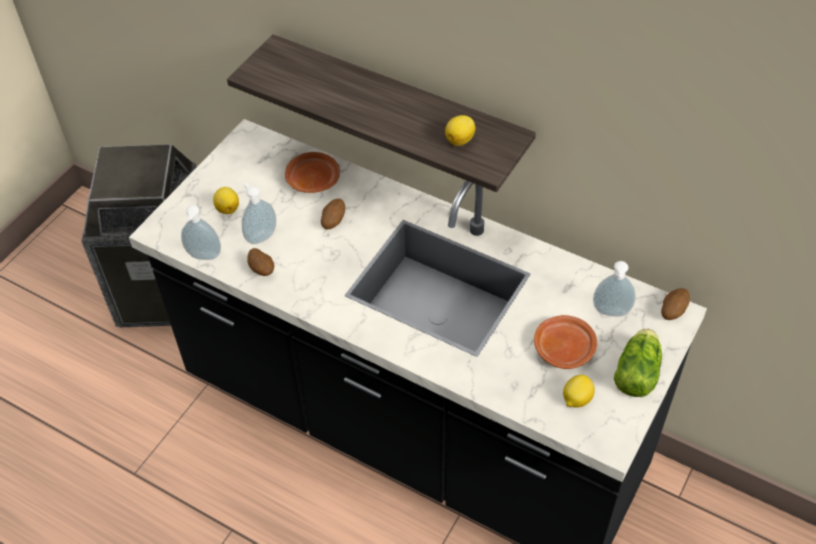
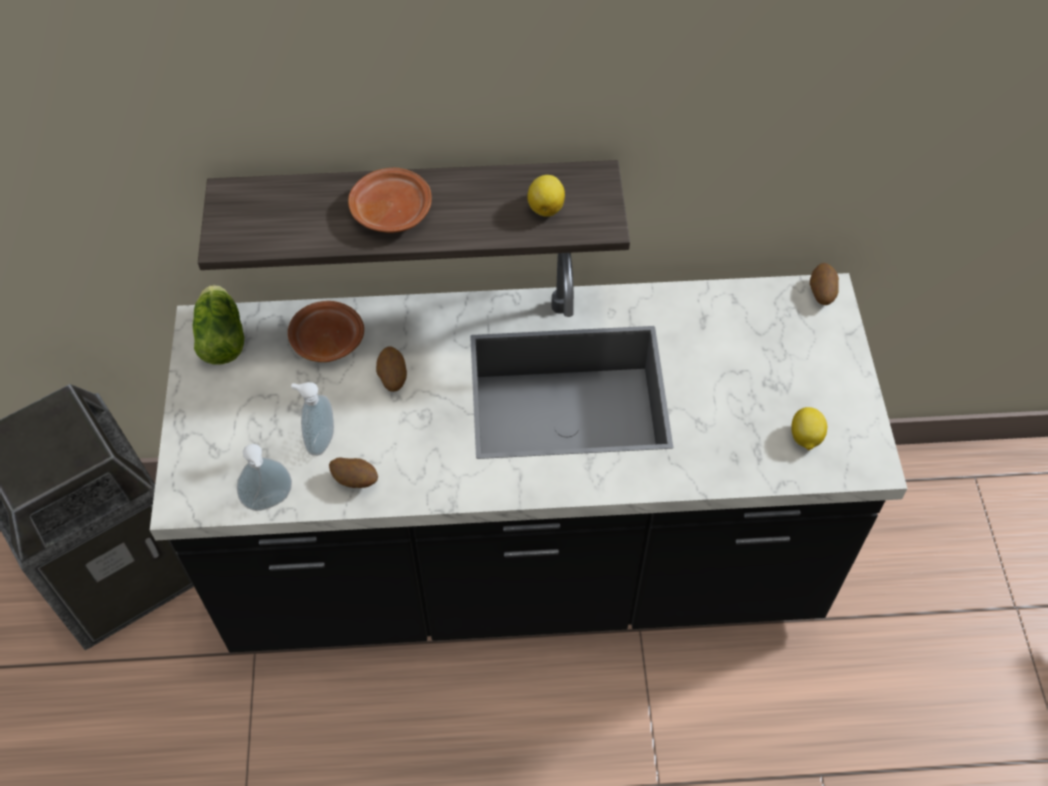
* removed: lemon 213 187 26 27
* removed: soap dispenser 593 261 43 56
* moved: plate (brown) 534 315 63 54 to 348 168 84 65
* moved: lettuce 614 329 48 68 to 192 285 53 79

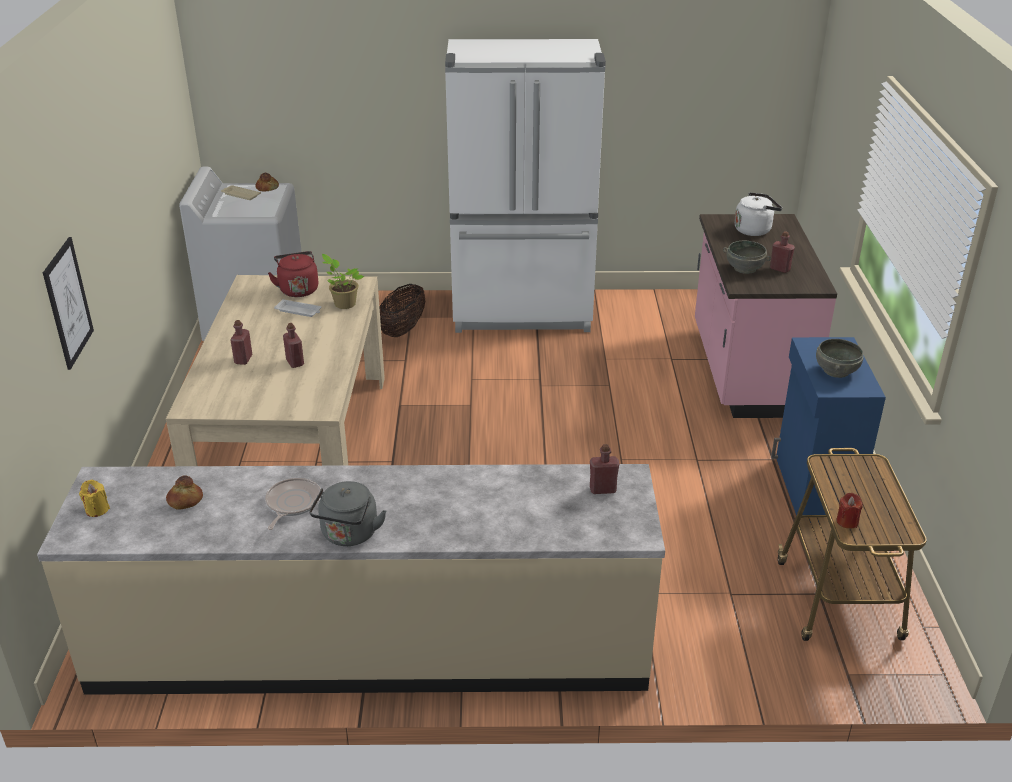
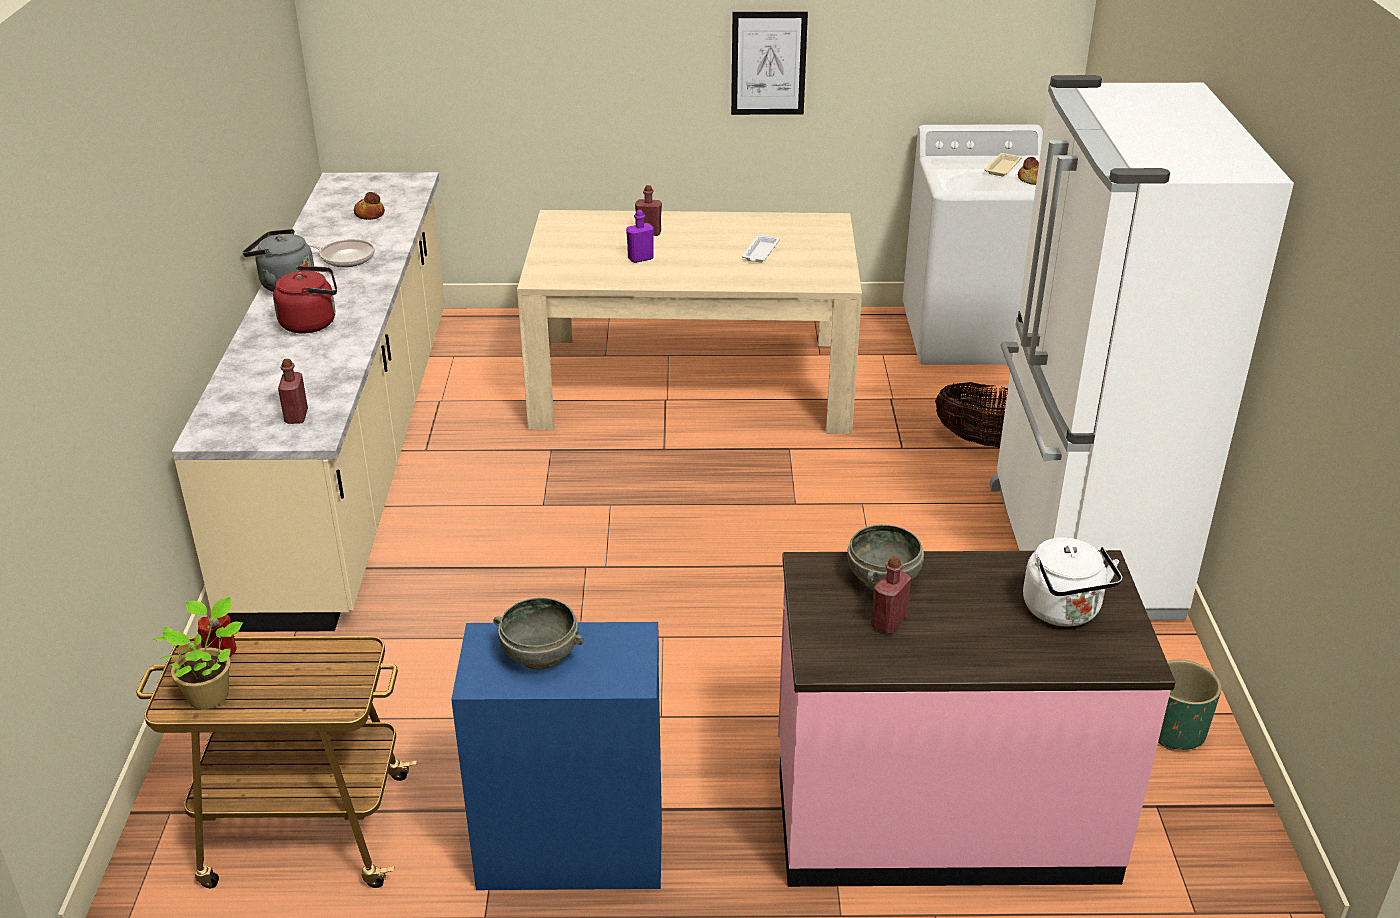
* removed: candle (yellow) 79 480 31 37
* added: planter (green) 1158 660 64 90
* moved: picture 43 237 51 133 to 731 12 77 103
* moved: kettle (red) 268 251 51 46 to 273 266 64 68
* moved: potted plant 322 254 42 55 to 153 597 90 112
* recoloured: bottle (red) 283 323 21 45 to bottle (purple) 626 210 28 53

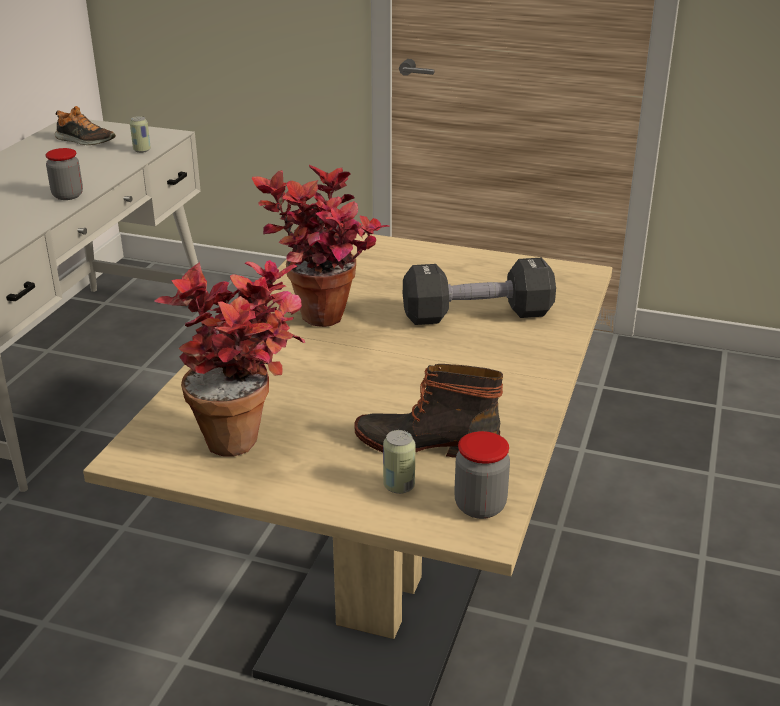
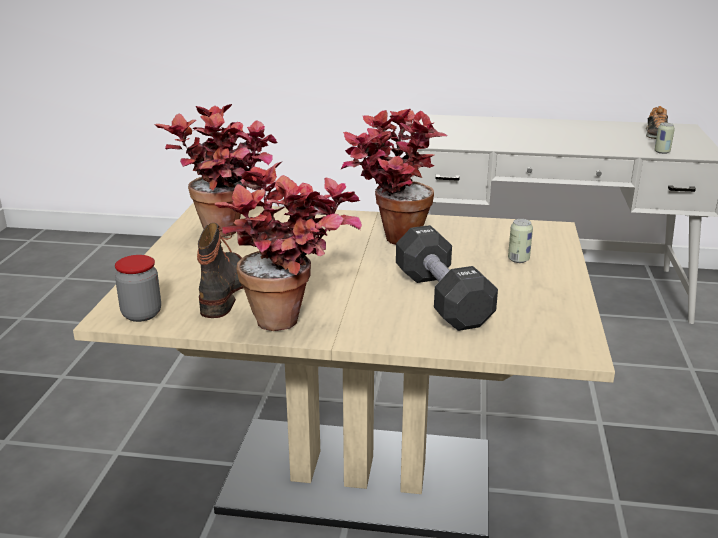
* removed: jar 46 148 37 52
* added: potted plant 214 162 148 169
* moved: can 383 430 33 64 to 508 219 25 44

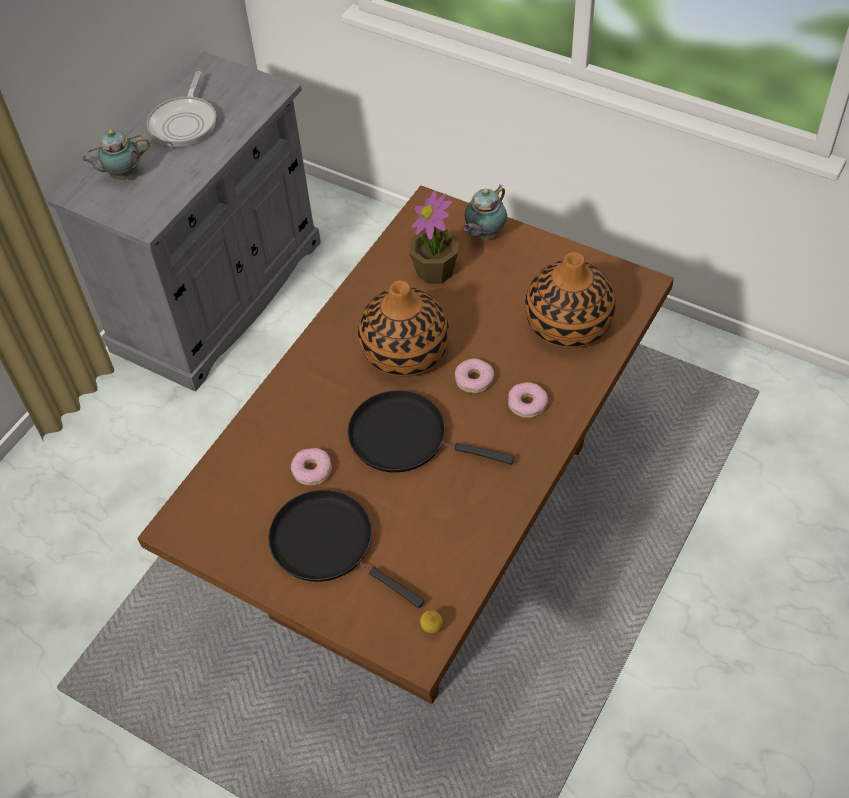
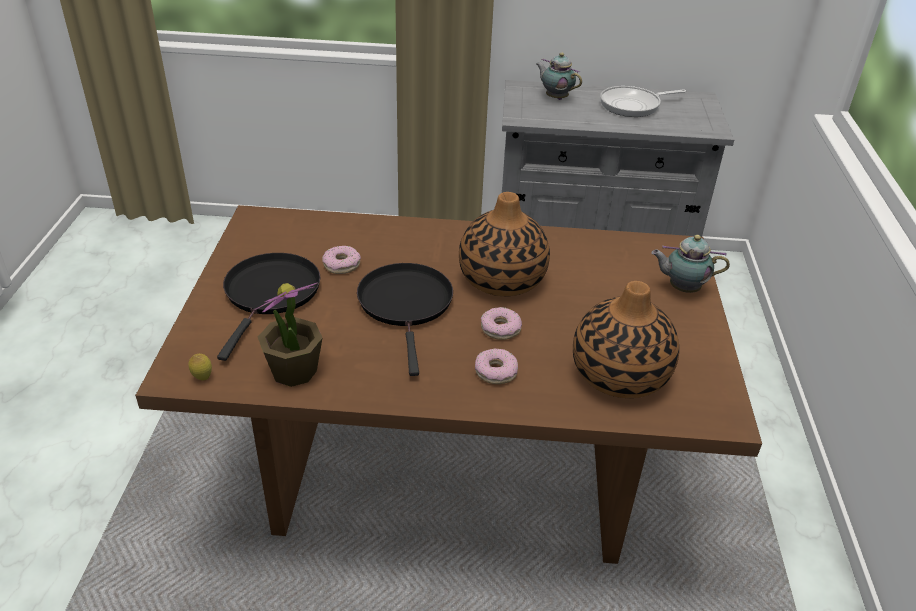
* moved: potted plant 409 191 49 93 to 254 282 68 105

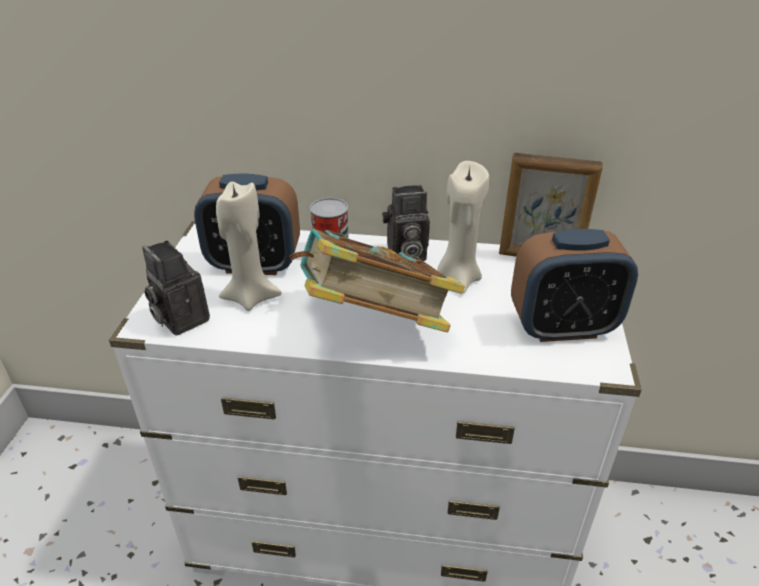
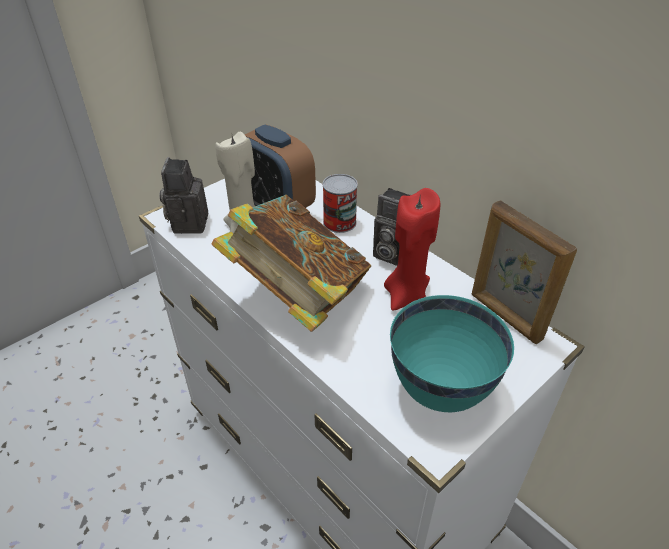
* replaced: alarm clock 511 229 127 113 to bowl (turquoise) 390 295 124 117
* recoloured: candle (beige) 437 161 52 132 to candle (red) 384 188 56 123

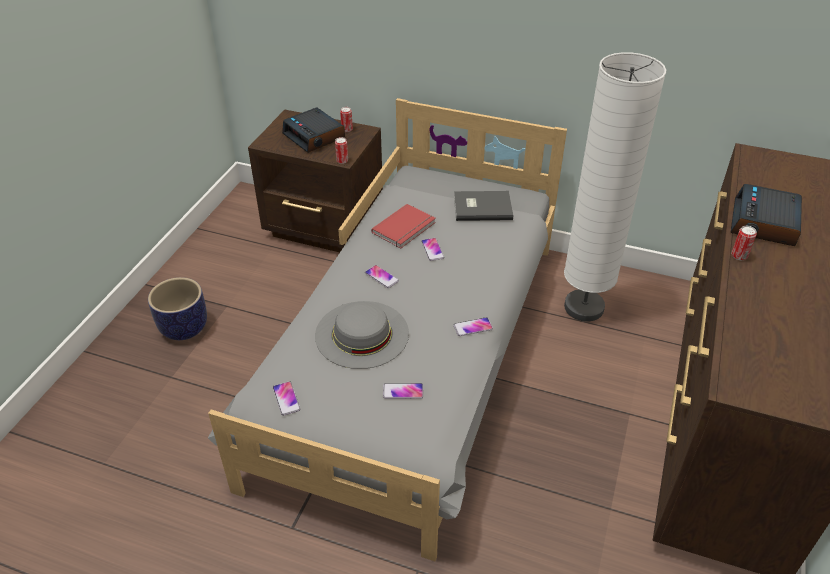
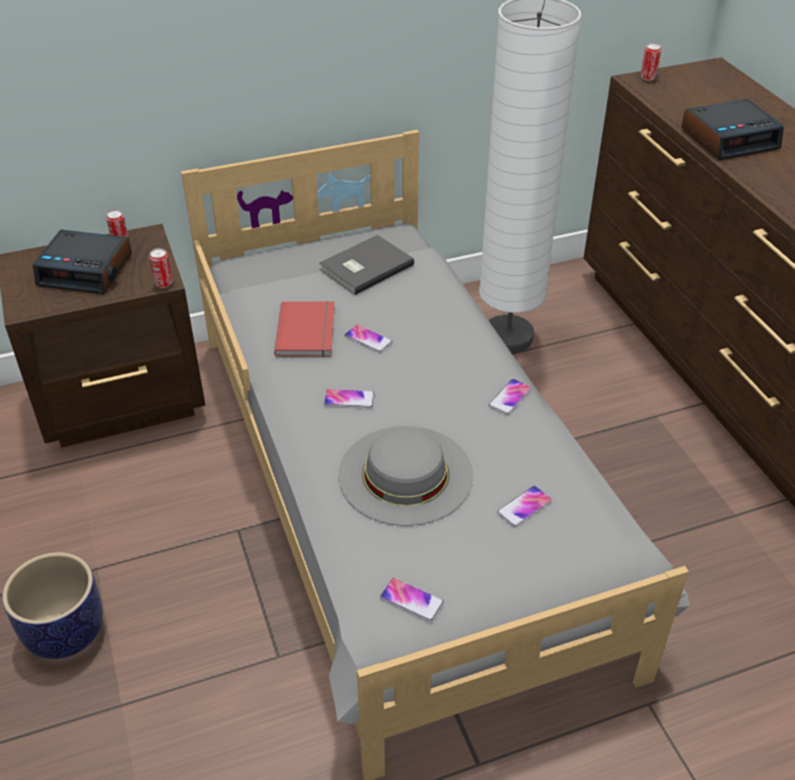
* moved: can 731 226 26 34 to 640 43 22 38
* turned: alarm clock 730 184 72 62 = 681 99 103 62 90 degrees counterclockwise

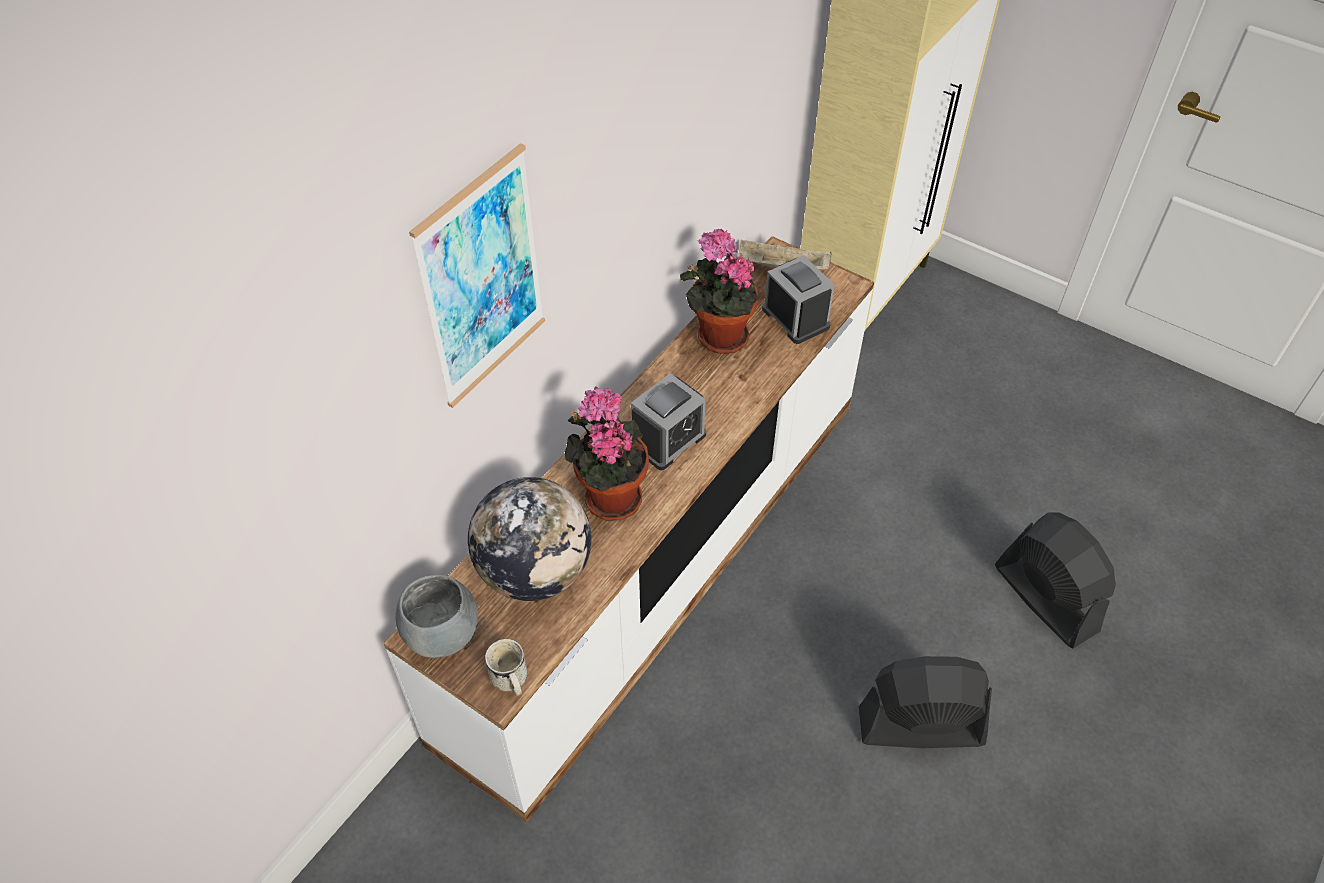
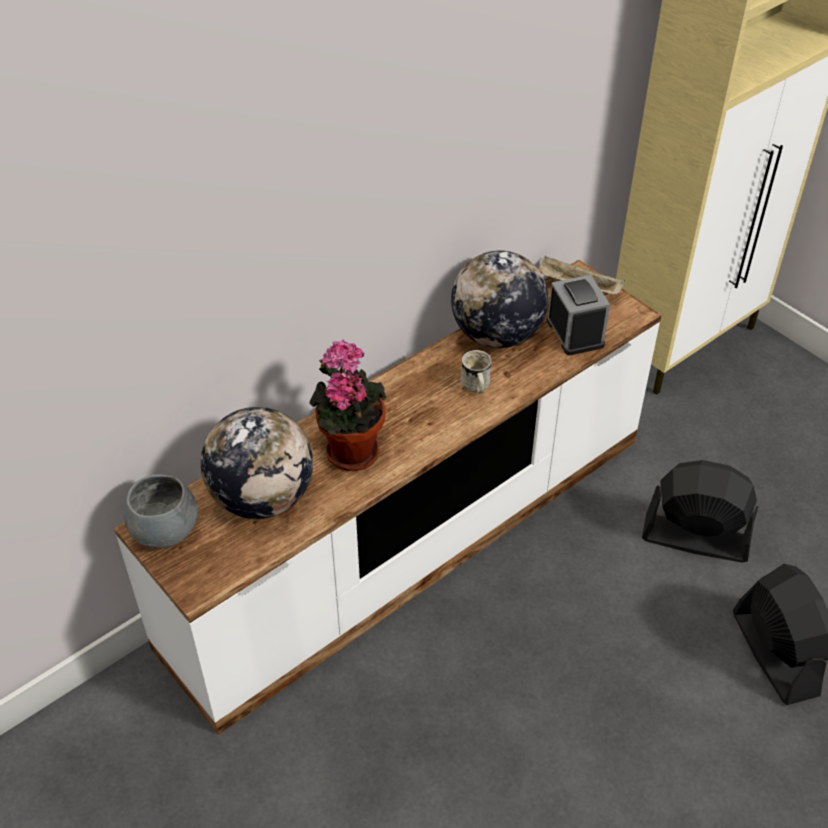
* removed: picture 409 143 136 265
* removed: alarm clock 631 373 75 97
* moved: mug (white) 485 639 42 57 to 460 350 32 44
* moved: fan (black) 859 656 133 92 to 642 460 116 102
* replaced: potted plant 680 228 78 126 to globe 451 250 97 98

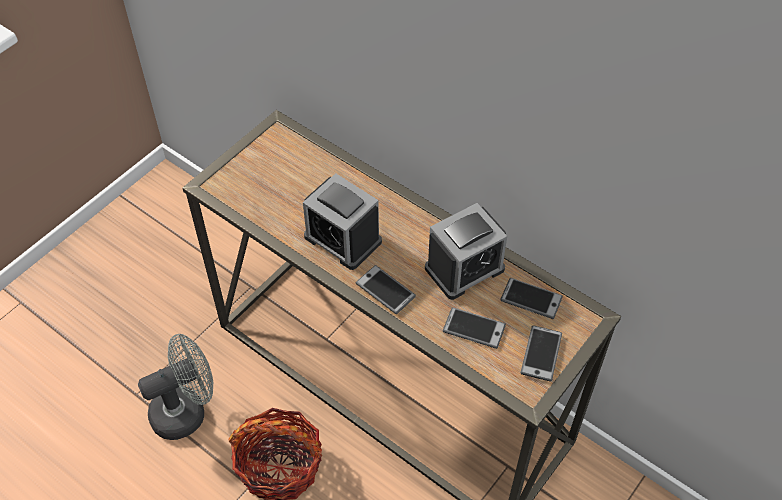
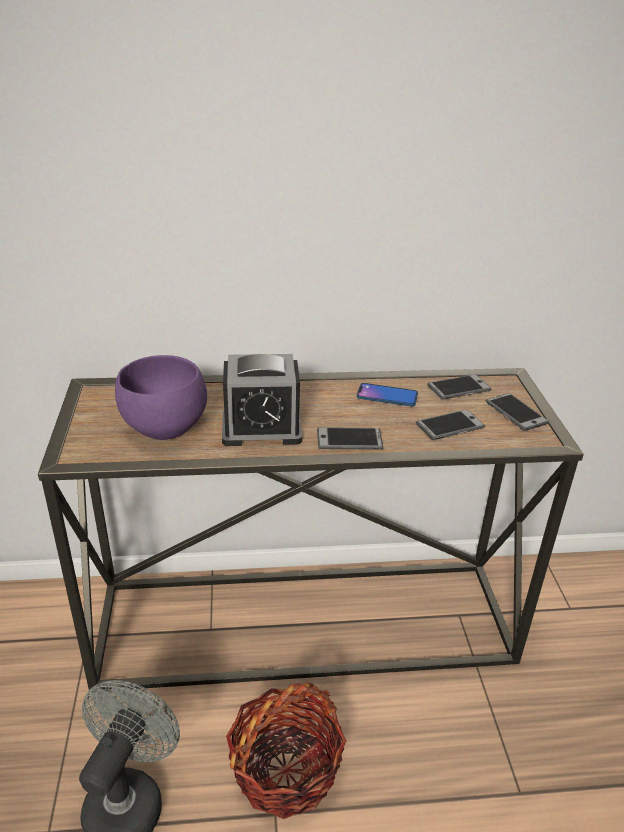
* added: bowl (purple) 115 355 92 85
* replaced: alarm clock 425 203 82 97 to phone 357 383 61 23

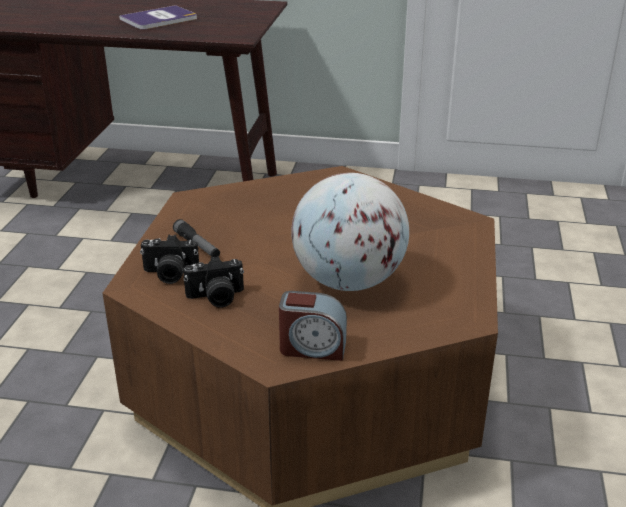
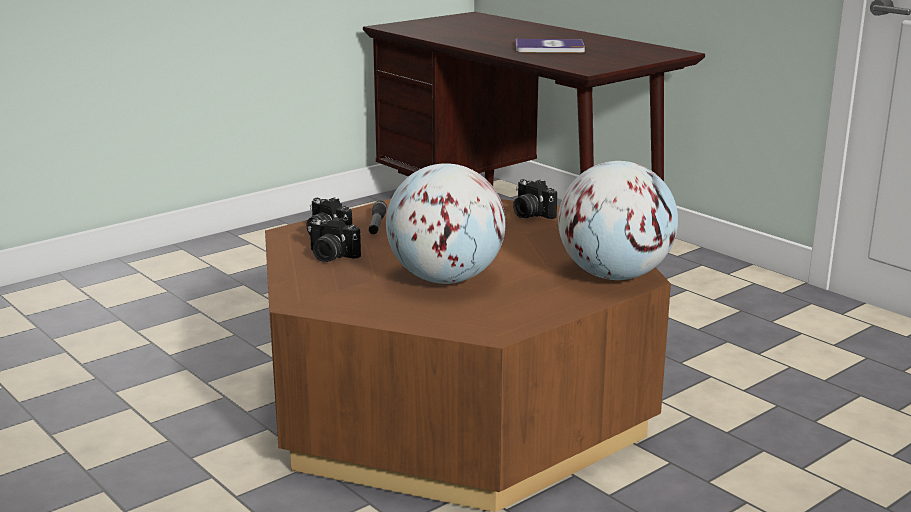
* removed: alarm clock 279 291 68 70
* added: photo camera 513 179 44 40
* added: globe 558 161 120 119

